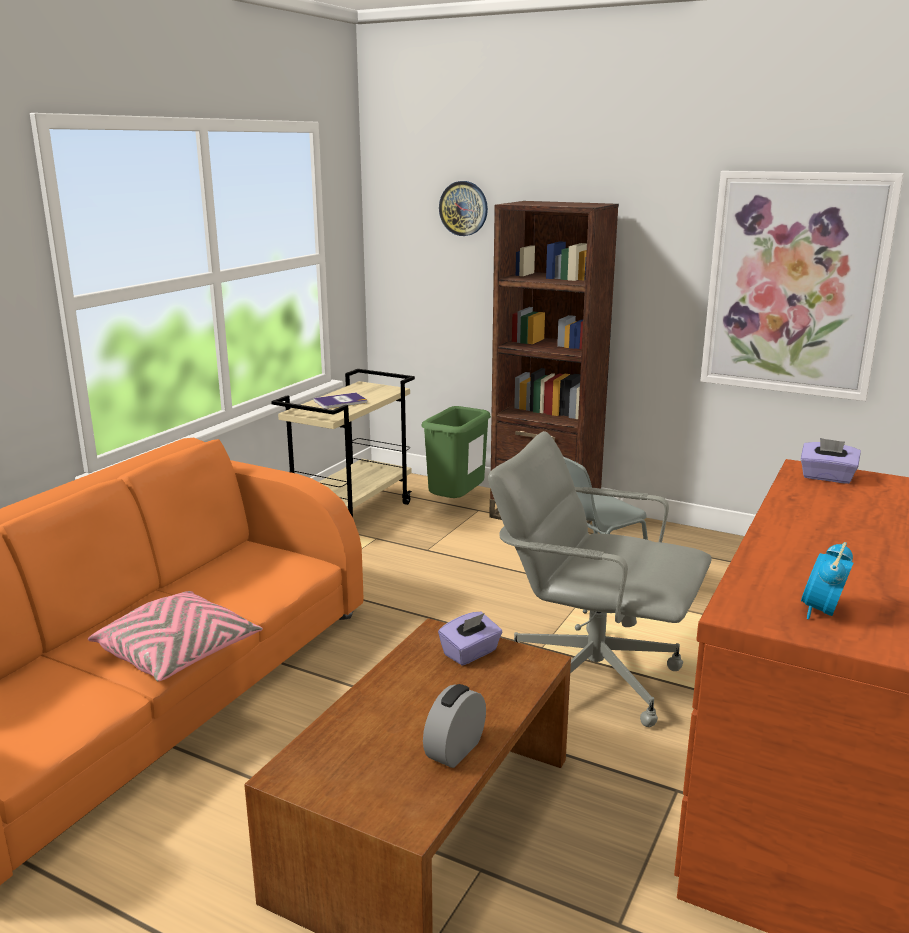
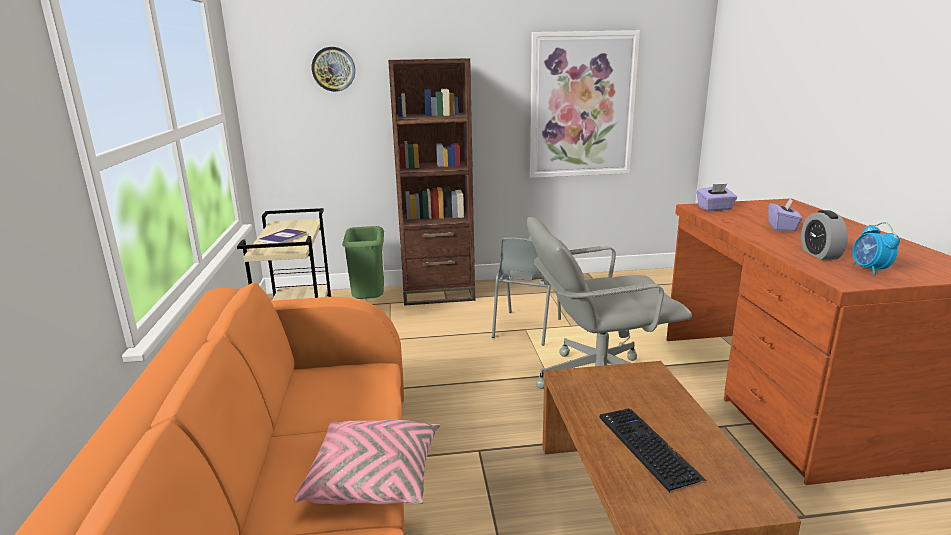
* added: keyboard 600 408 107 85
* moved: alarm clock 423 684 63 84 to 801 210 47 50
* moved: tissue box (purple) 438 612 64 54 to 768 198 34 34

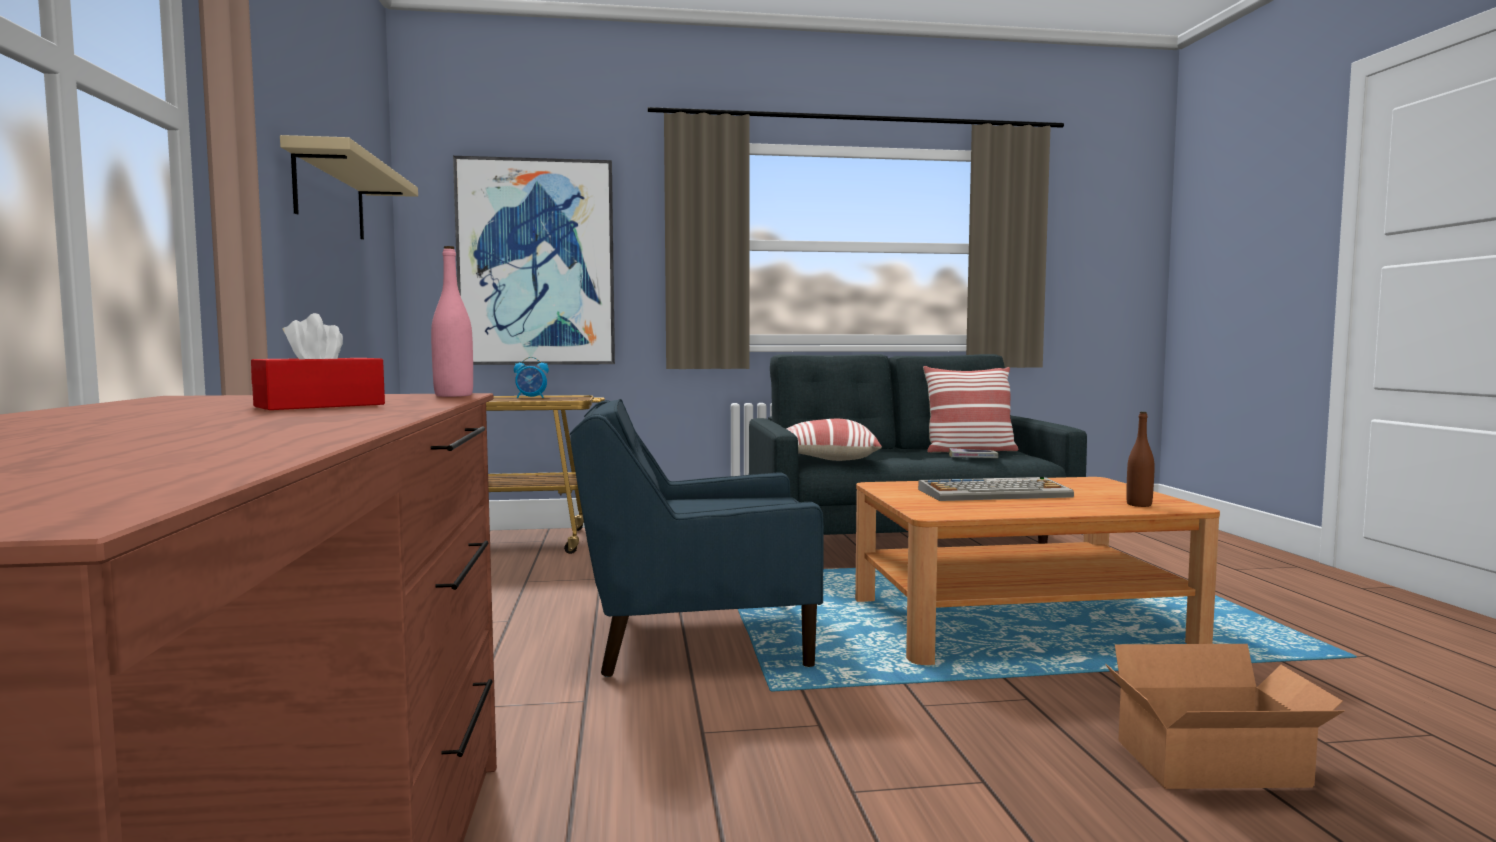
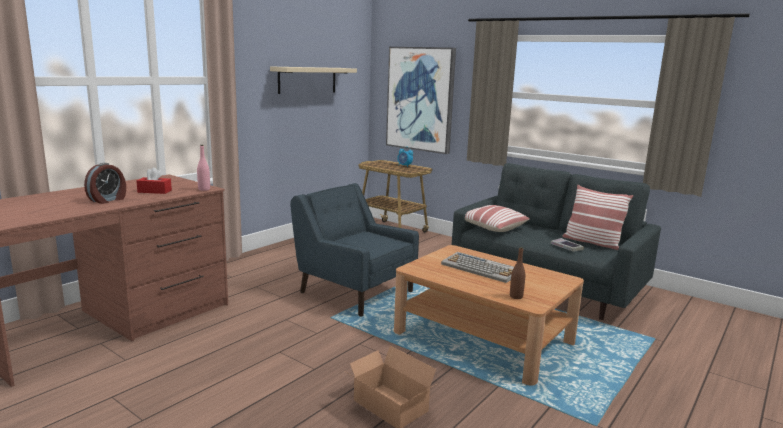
* added: alarm clock 84 163 42 41

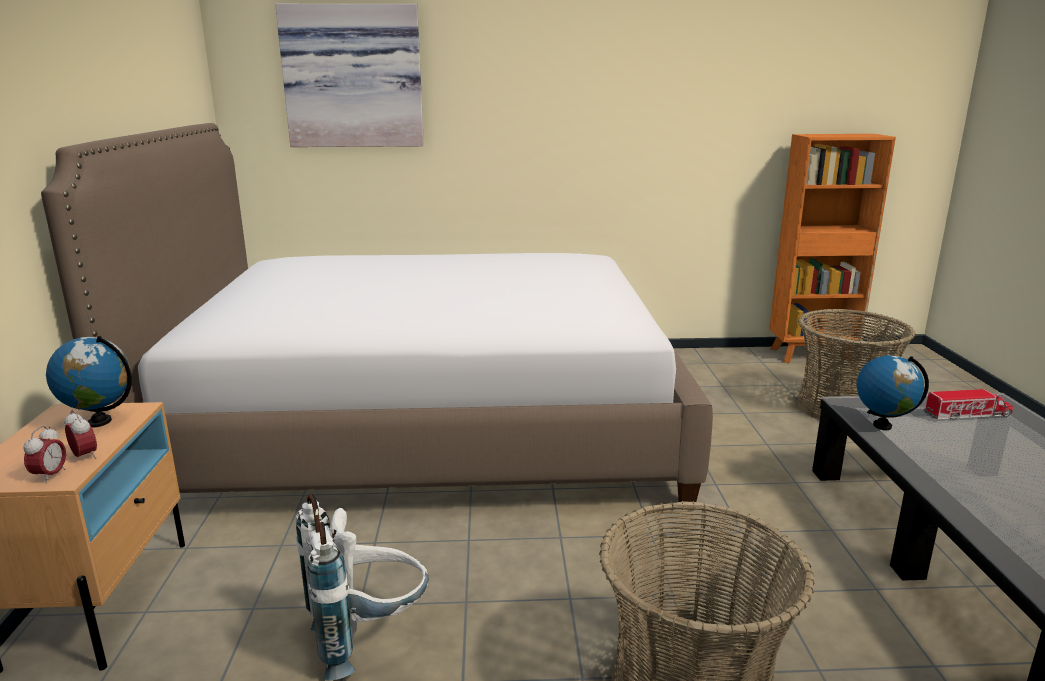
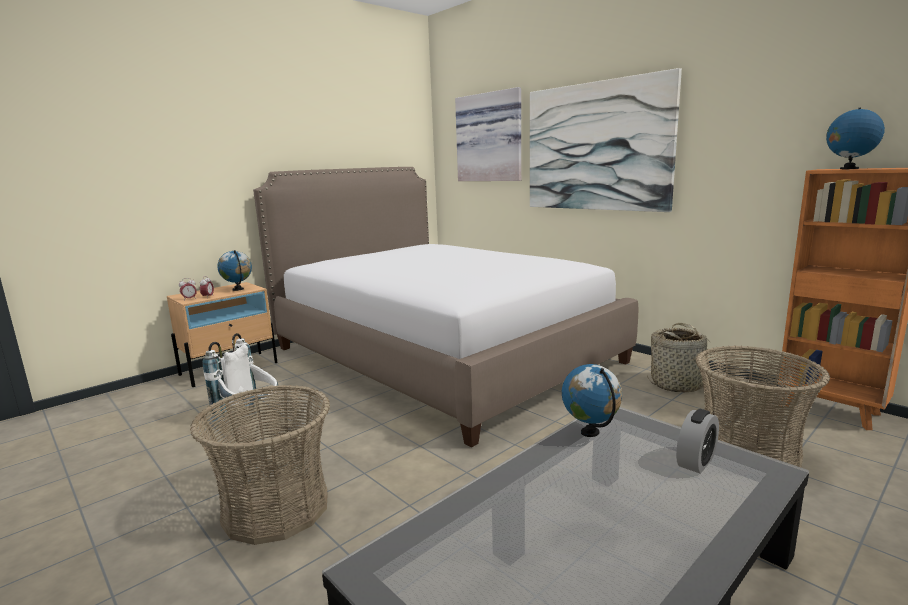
* added: picture 530 68 152 144
* added: basket 647 323 66 69
* added: globe 826 108 59 61
* replaced: toy truck 924 389 89 31 to alarm clock 676 409 43 65

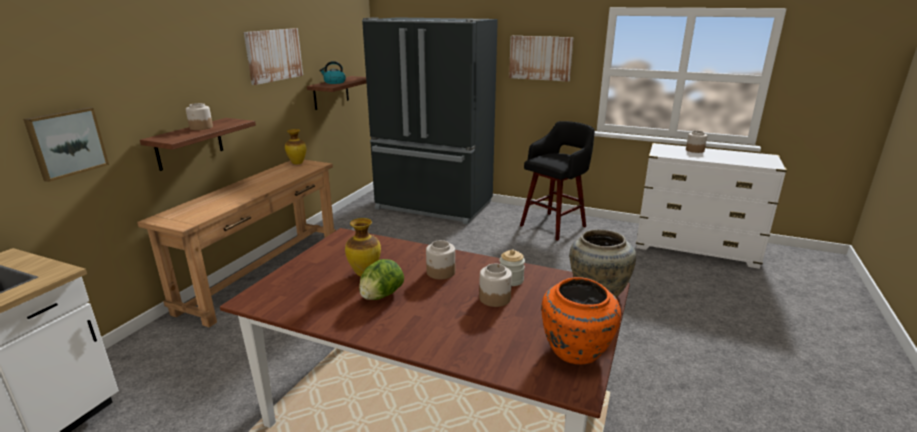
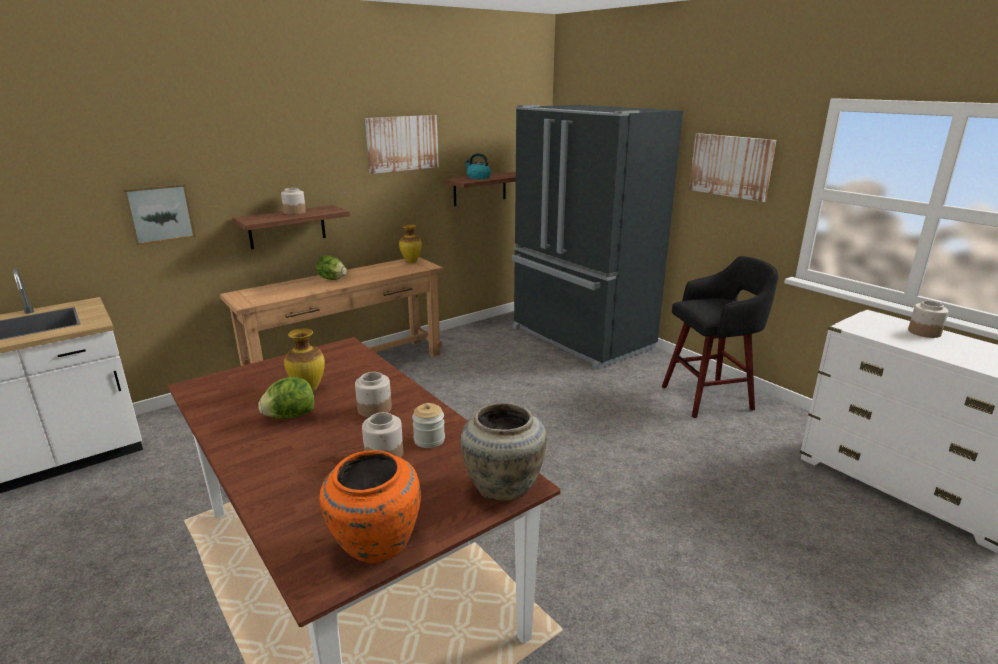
* added: lettuce 316 255 31 25

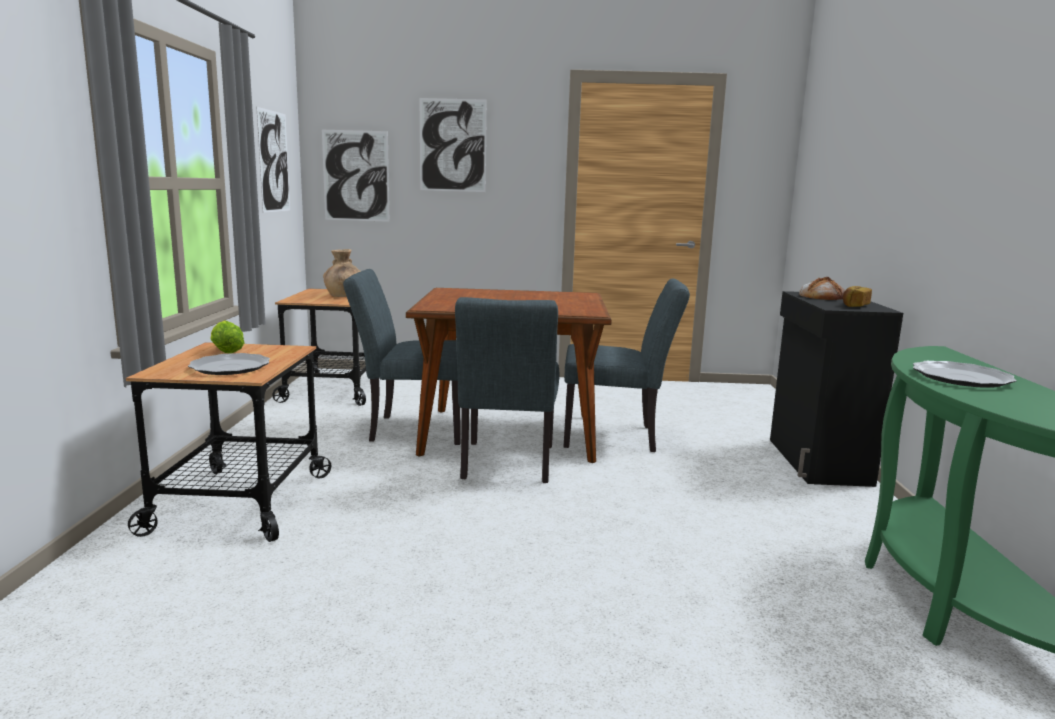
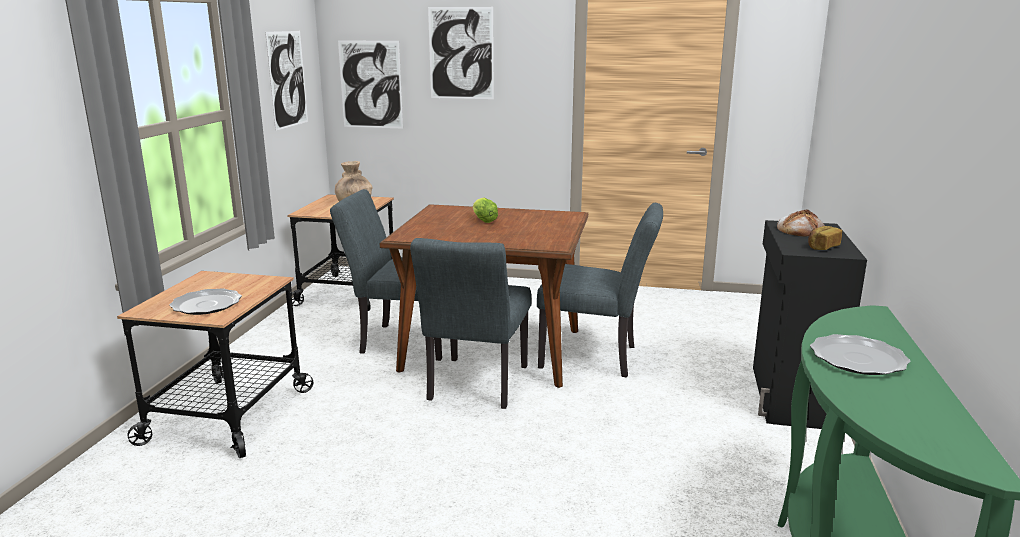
* moved: lettuce 210 320 35 34 to 473 198 25 25

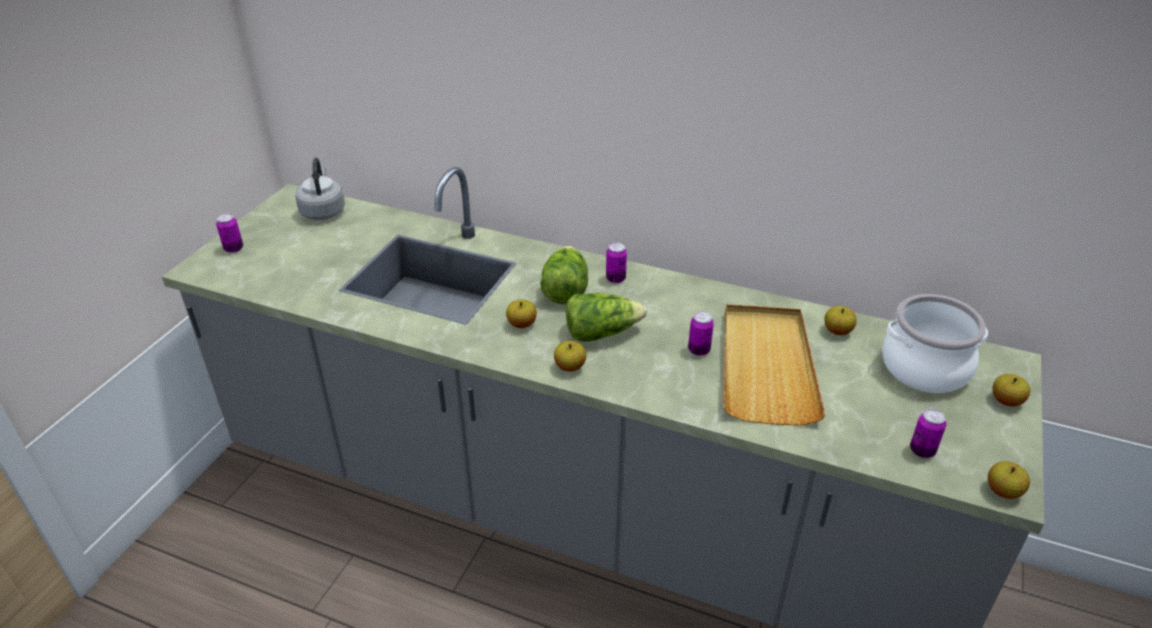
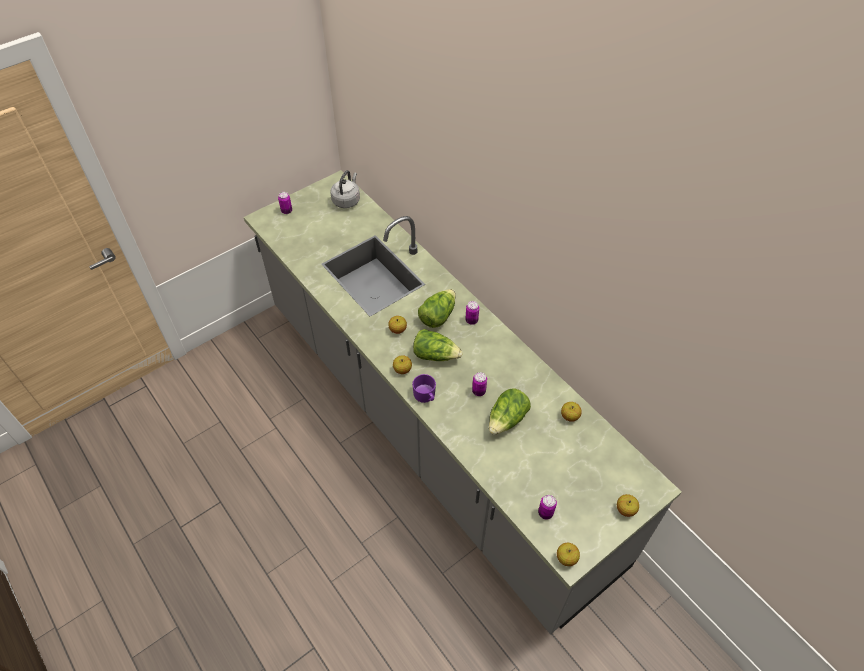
* removed: cooking pot 882 294 106 99
* added: mug (purple) 412 374 24 29
* replaced: tray (beige) 724 304 102 122 to lettuce 489 388 42 47

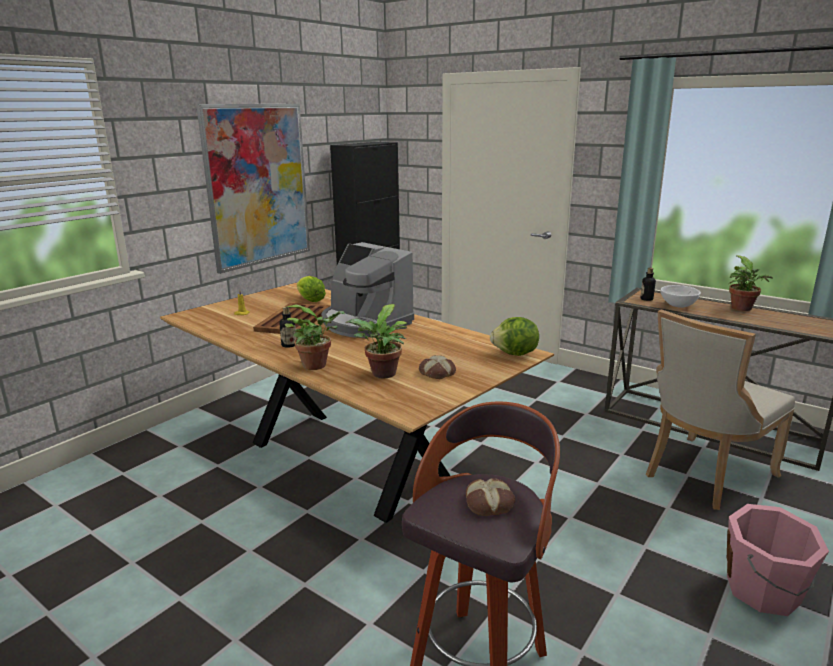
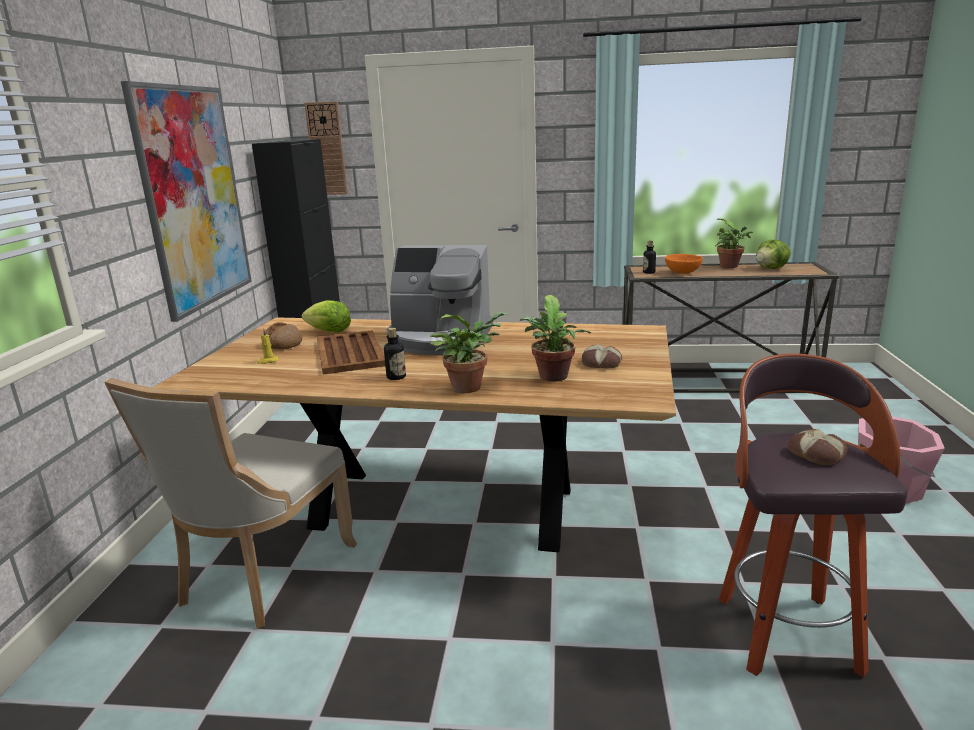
* added: bread 265 322 37 27
* added: wall clock 304 101 44 94
* moved: lettuce 490 317 49 39 to 756 240 35 29
* moved: chair (beige) 646 309 149 201 to 104 378 253 250
* recoloured: bowl (white) 661 285 40 23 to bowl (orange) 665 254 38 20

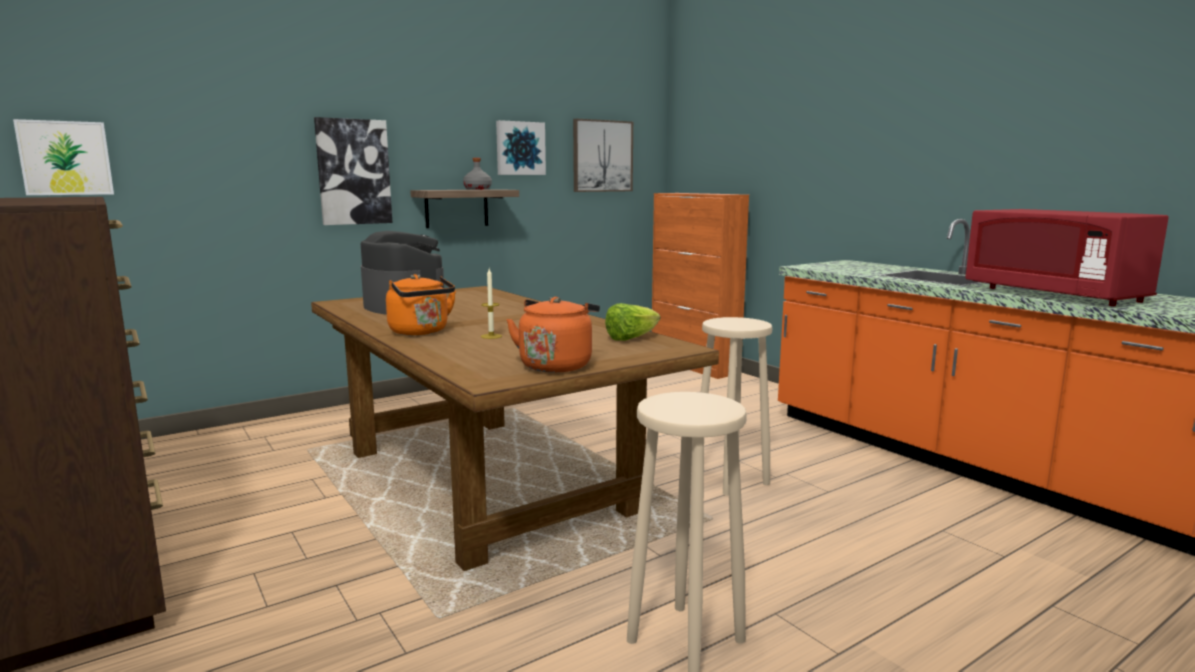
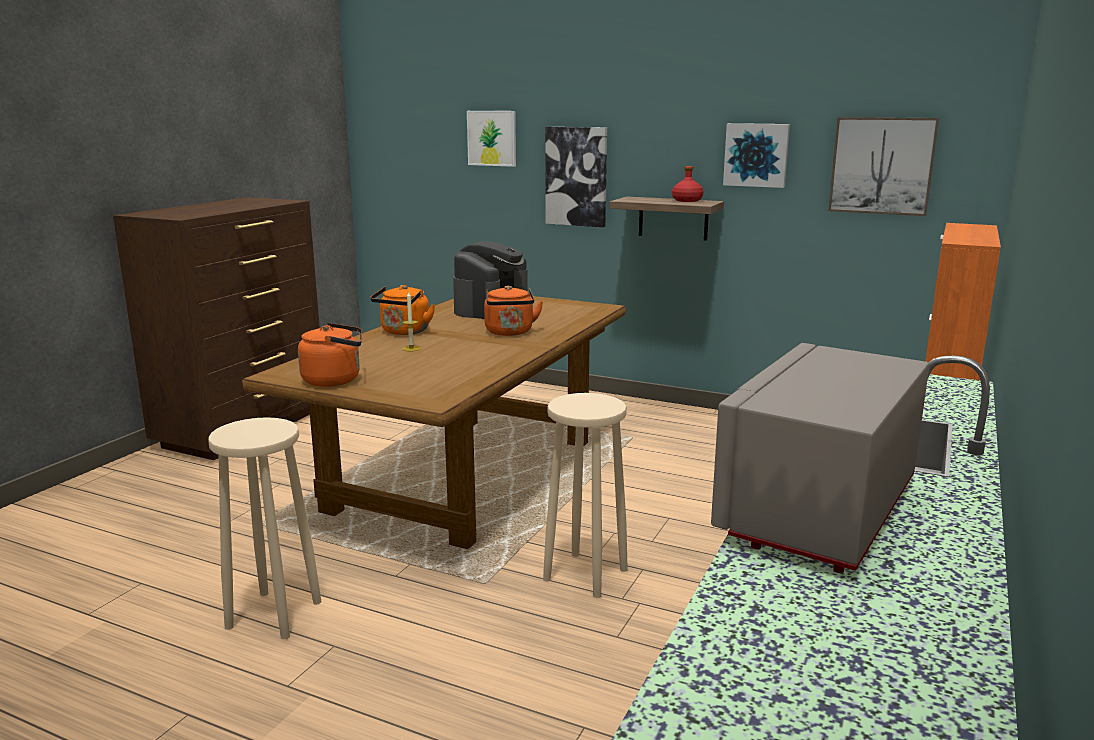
* removed: lettuce 605 303 55 38
* added: kettle (orange) 484 285 59 51
* moved: picture 13 119 101 76 to 467 111 49 56
* recoloured: bottle (grey) 463 158 29 32 to bottle (red) 672 166 32 36
* recoloured: microwave (red) 965 209 204 97 to microwave (grey) 711 343 218 230

